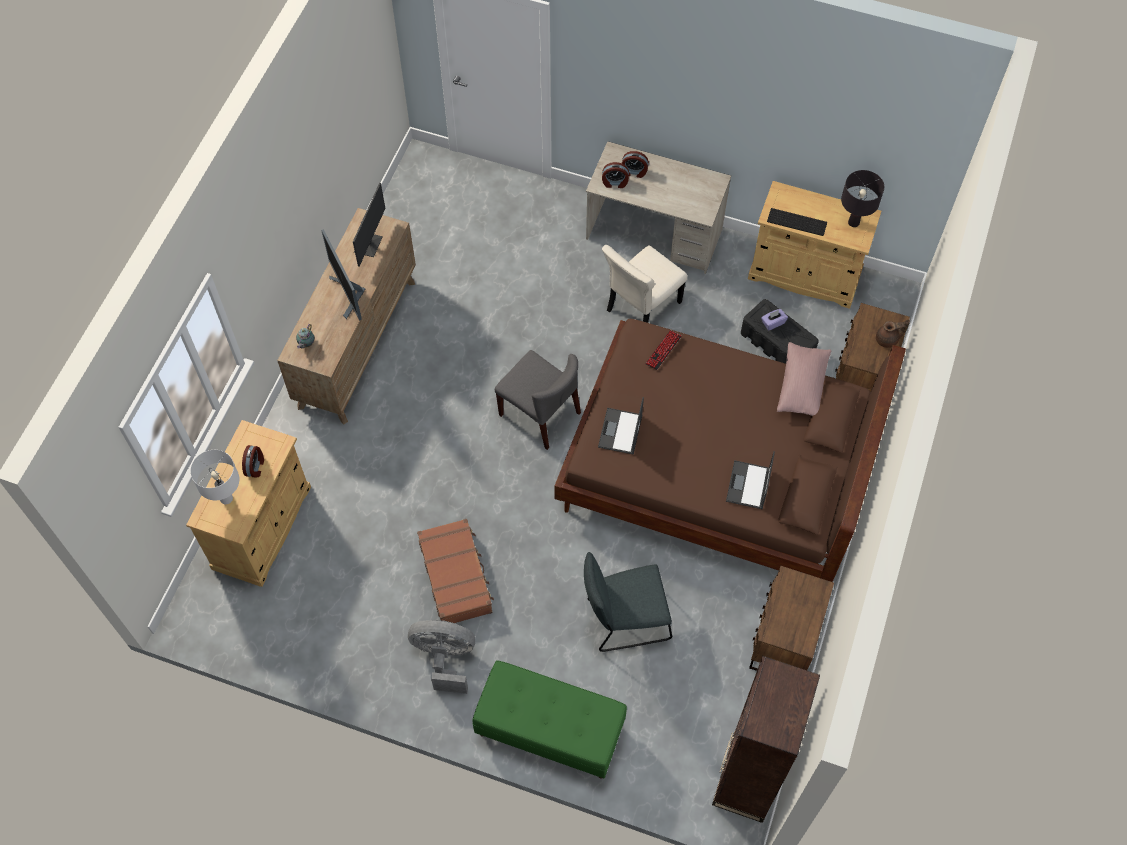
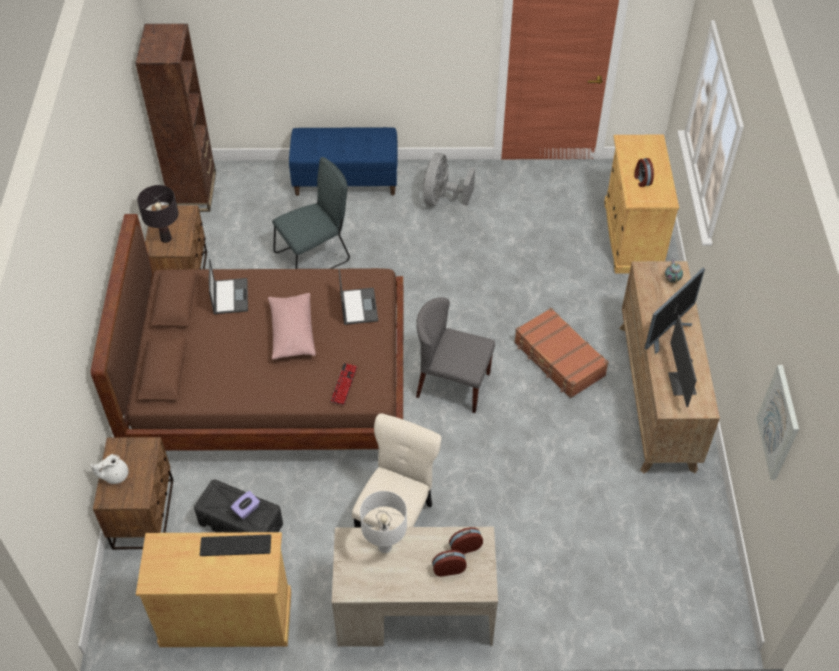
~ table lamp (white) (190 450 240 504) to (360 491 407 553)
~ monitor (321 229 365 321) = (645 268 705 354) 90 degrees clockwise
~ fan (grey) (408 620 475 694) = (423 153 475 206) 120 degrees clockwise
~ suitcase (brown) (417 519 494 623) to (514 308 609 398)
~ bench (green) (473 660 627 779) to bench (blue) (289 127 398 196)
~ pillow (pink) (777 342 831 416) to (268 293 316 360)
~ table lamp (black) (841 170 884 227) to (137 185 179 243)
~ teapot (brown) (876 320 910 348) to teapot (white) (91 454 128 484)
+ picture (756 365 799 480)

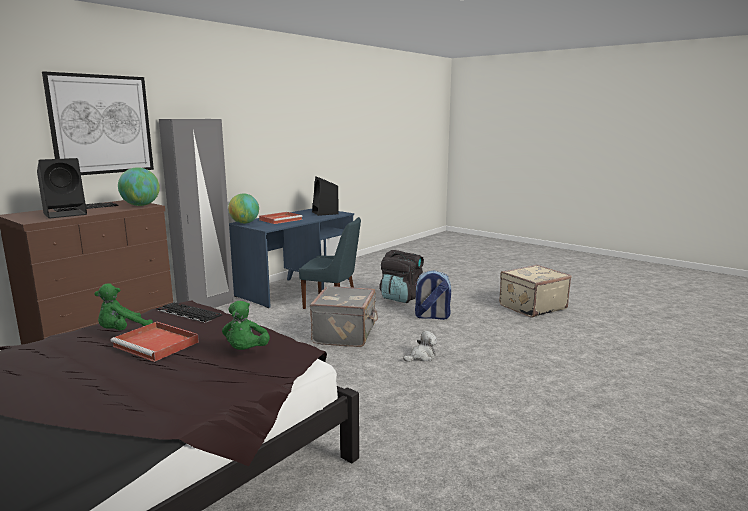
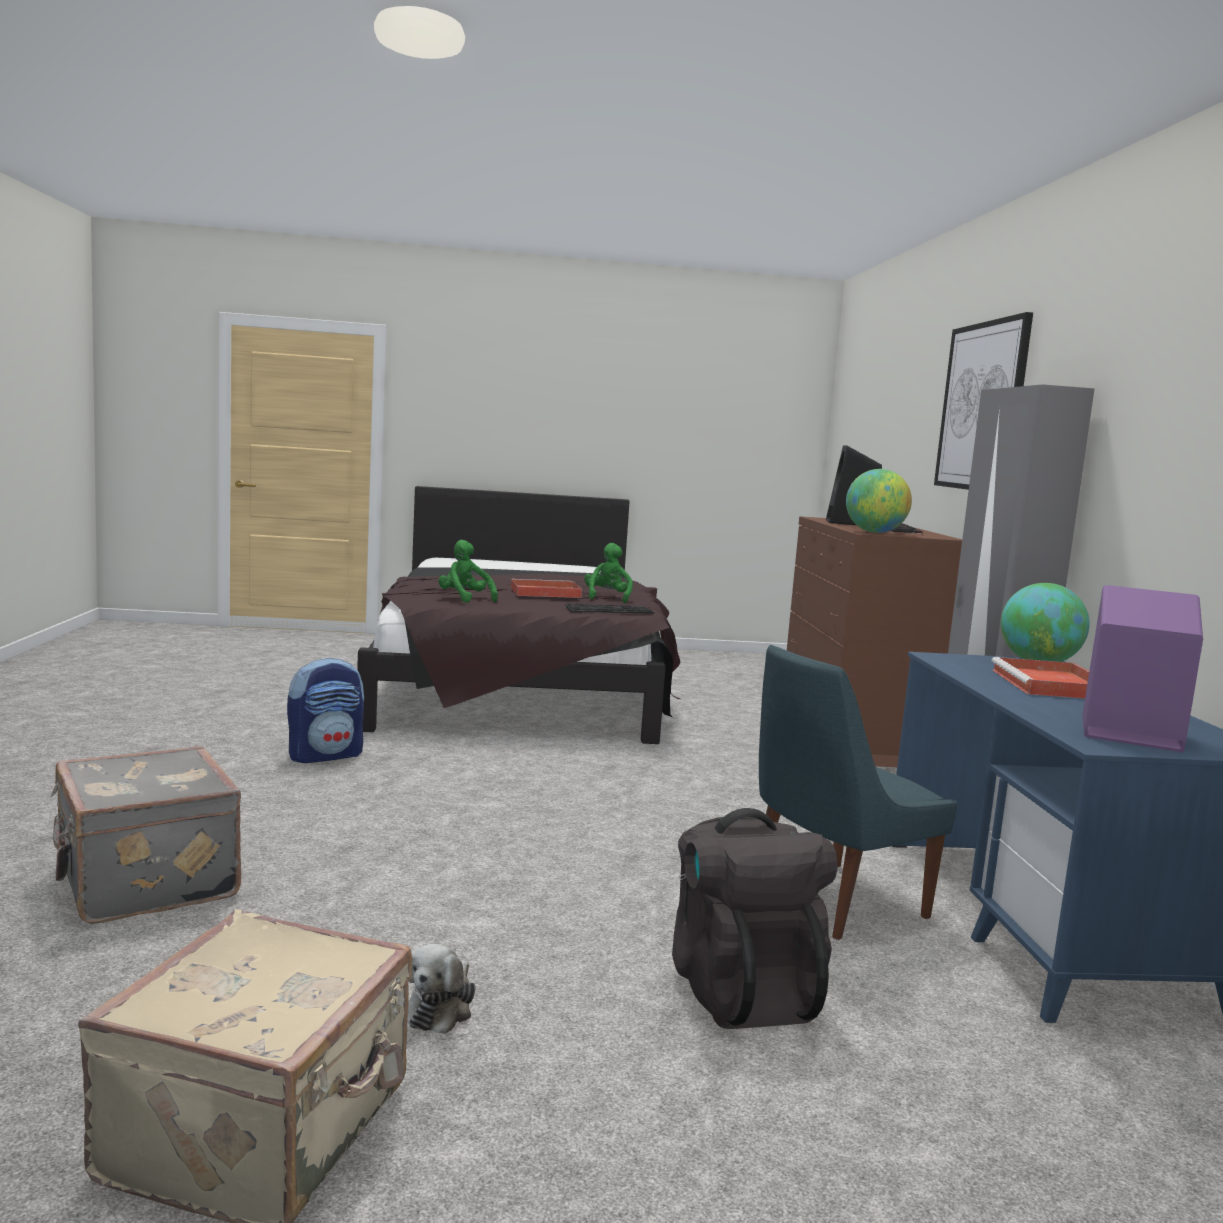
~ suitcase (grey) (310 286 378 347) to (51 746 241 924)
~ speaker (black) (312 176 339 216) to speaker (purple) (1082 585 1203 752)
~ plush toy (403 331 437 362) to (407 944 476 1034)
~ backpack (415 271 451 320) to (287 657 364 763)

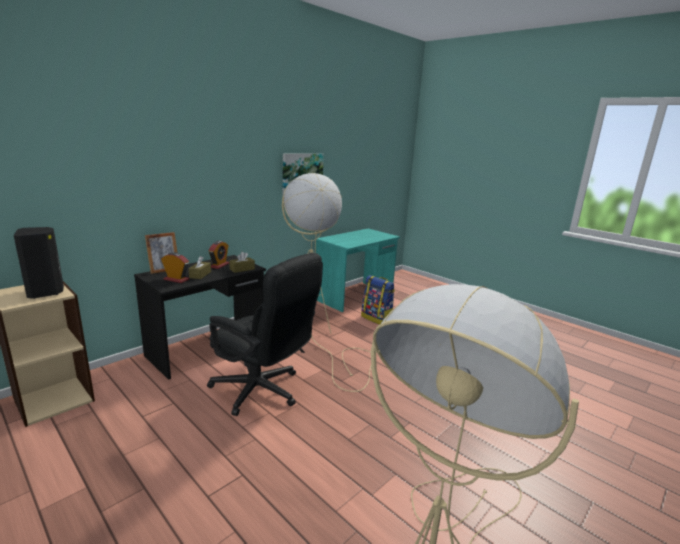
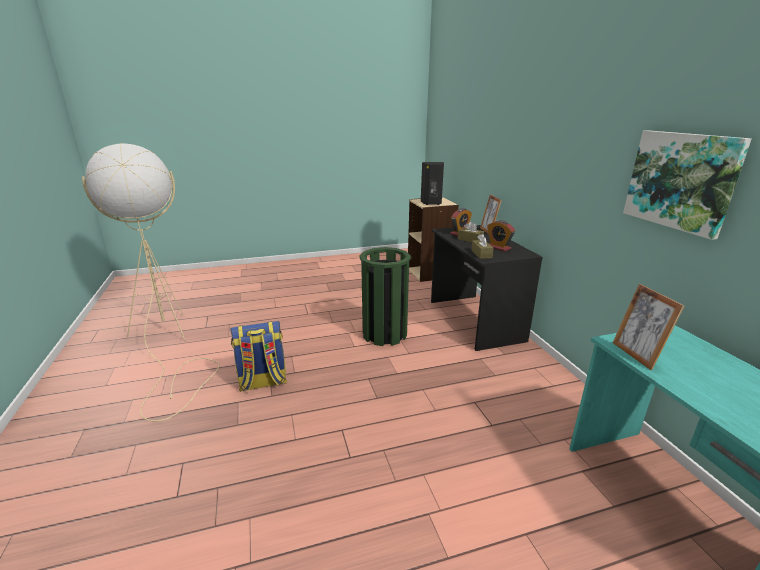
~ office chair (black) (207 253 323 416) to trash can (green) (360 247 411 346)
- floor lamp (beige) (282 173 371 392)
~ backpack (361 275 395 325) to (230 321 287 392)
+ picture frame (613 284 684 370)

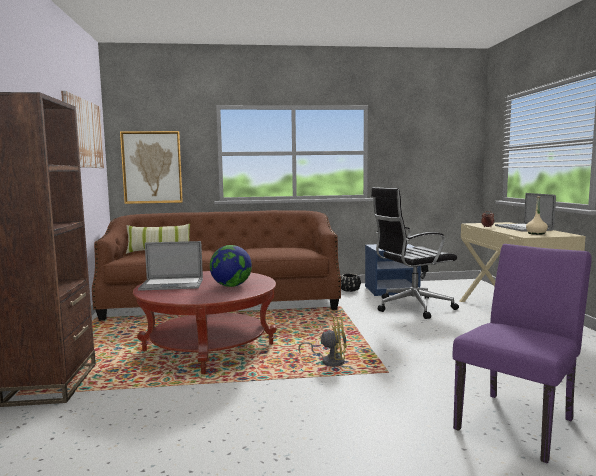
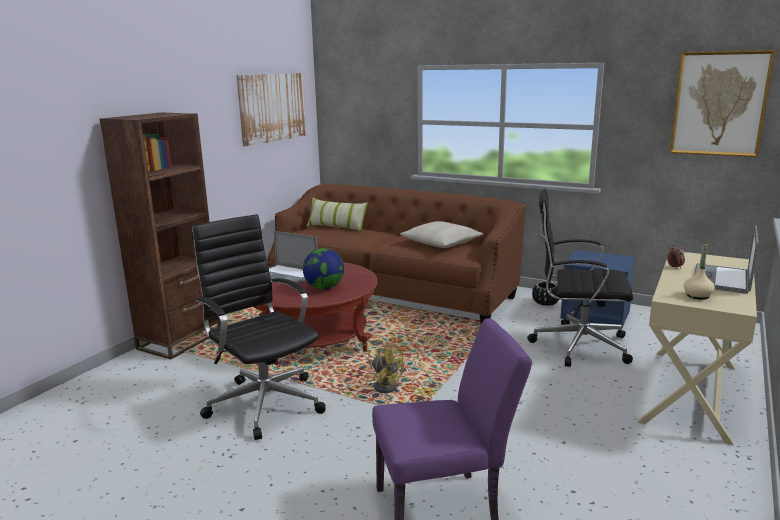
~ picture (120 131 183 204) to (669 50 775 157)
+ office chair (black) (191 214 326 440)
+ pillow (beige) (400 221 483 248)

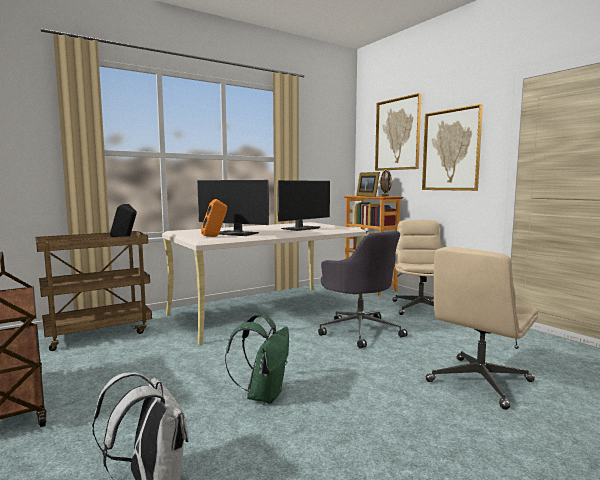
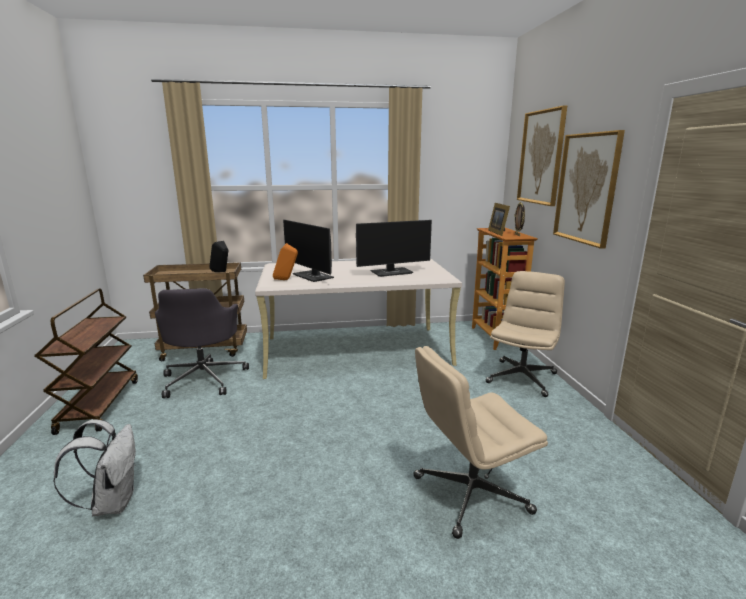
- backpack (green) (225 314 289 404)
~ office chair (grey) (318 231 408 349) to (155 288 249 398)

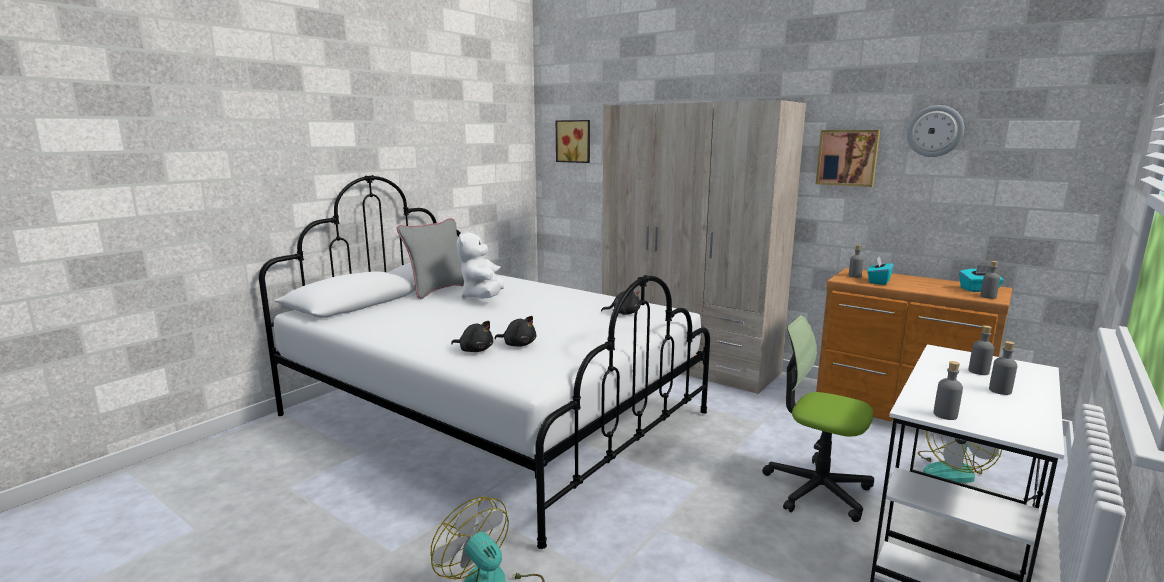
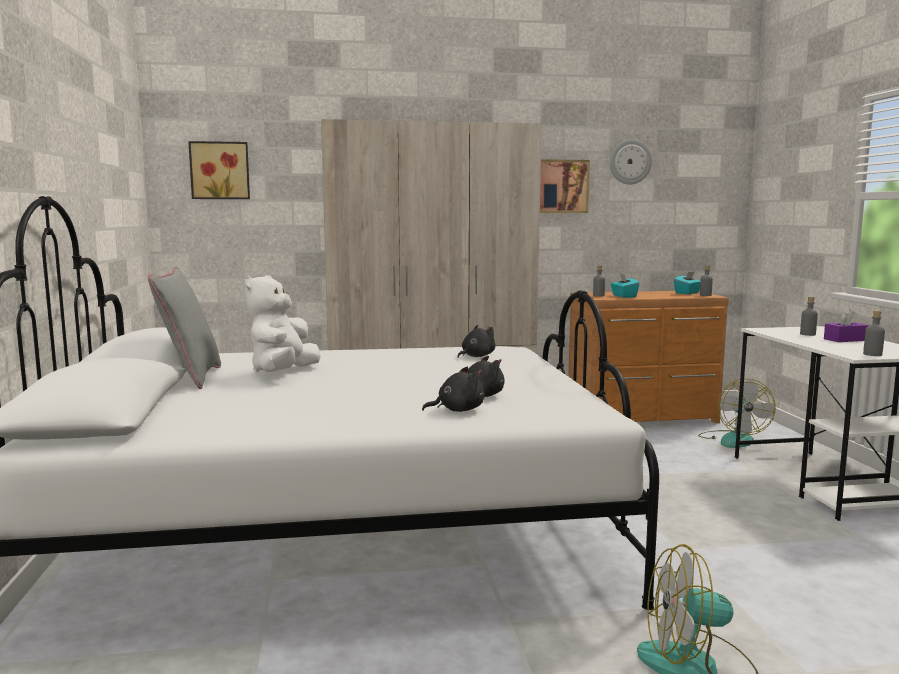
~ plush toy (white) (457 231 504 299) = (245 275 321 372) 60 degrees clockwise
- office chair (762 315 874 522)
~ bottle (grey) (989 341 1017 395) to tissue box (purple) (824 309 869 342)

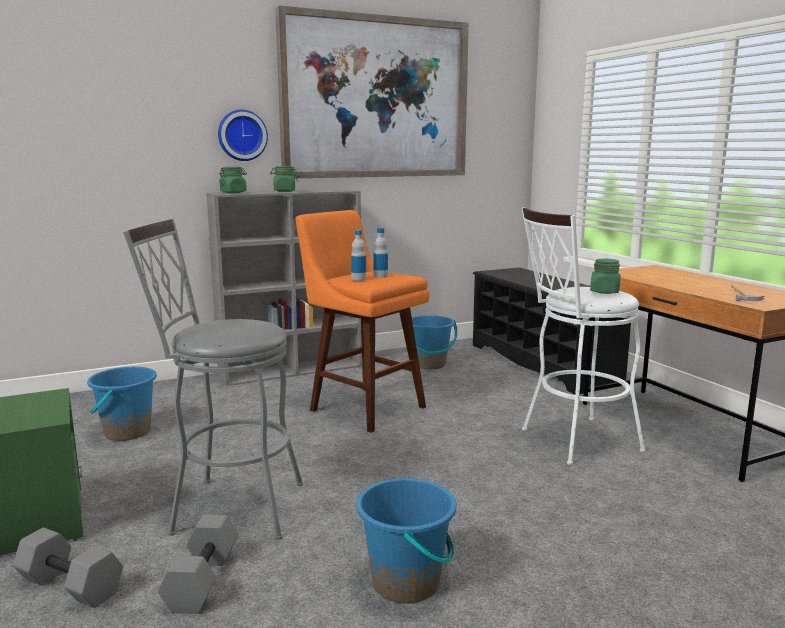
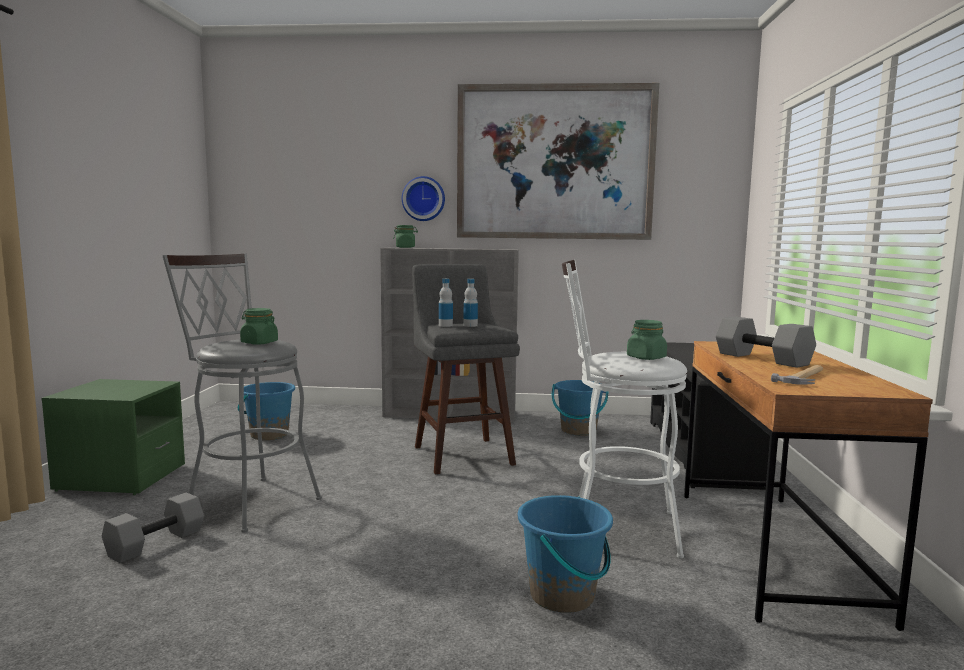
~ dumbbell (grey) (13 527 123 608) to (716 317 816 368)
~ jar (green) (270 166 298 192) to (240 308 278 345)
~ stool (orange) (296 210 430 433) to stool (grey) (412 264 520 474)
~ bucket (blue) (356 477 456 604) to (518 495 613 613)

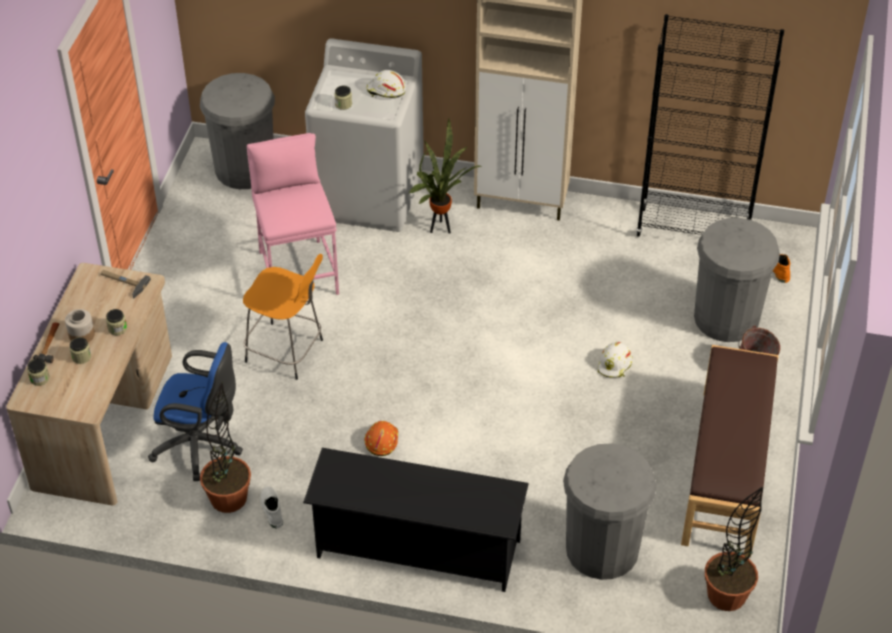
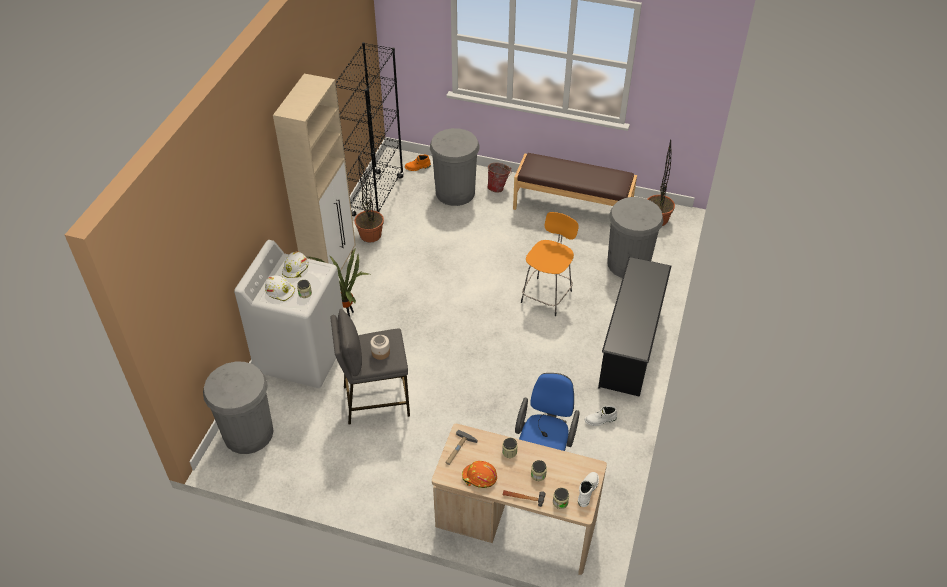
~ jar (65 309 95 342) to (370 335 390 360)
~ potted plant (200 382 251 513) to (354 156 384 243)
~ stool (orange) (243 254 323 380) to (521 212 579 316)
~ stool (pink) (247 133 339 295) to stool (grey) (330 309 410 425)
~ hard hat (orange) (364 421 398 456) to (462 461 497 488)
~ hard hat (white) (598 342 632 377) to (265 275 295 301)
+ boot (white) (578 472 599 507)

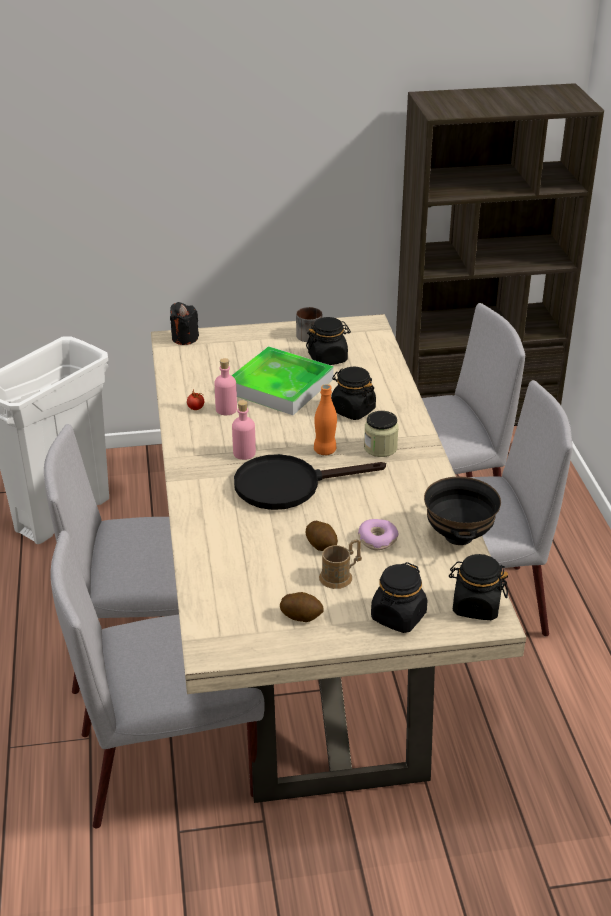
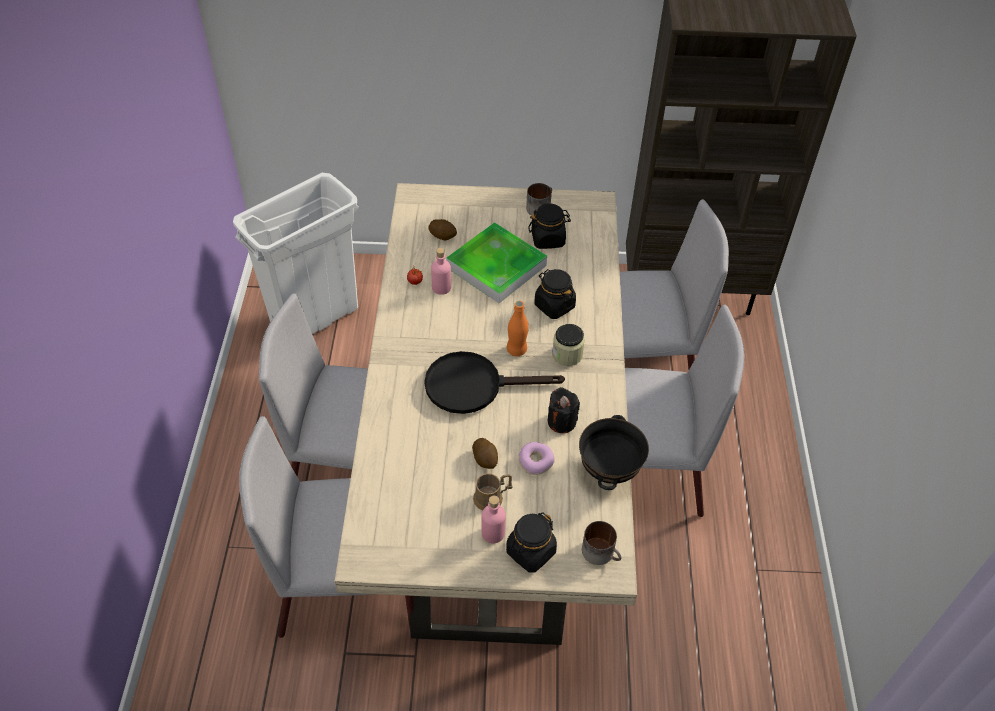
~ candle (black) (170 302 199 345) to (548 387 580 433)
~ bottle (pink) (232 400 256 460) to (481 496 506 543)
~ potato (280 592 324 622) to (429 219 457 240)
~ jar (black) (449 554 508 620) to mug (582 521 622 565)

